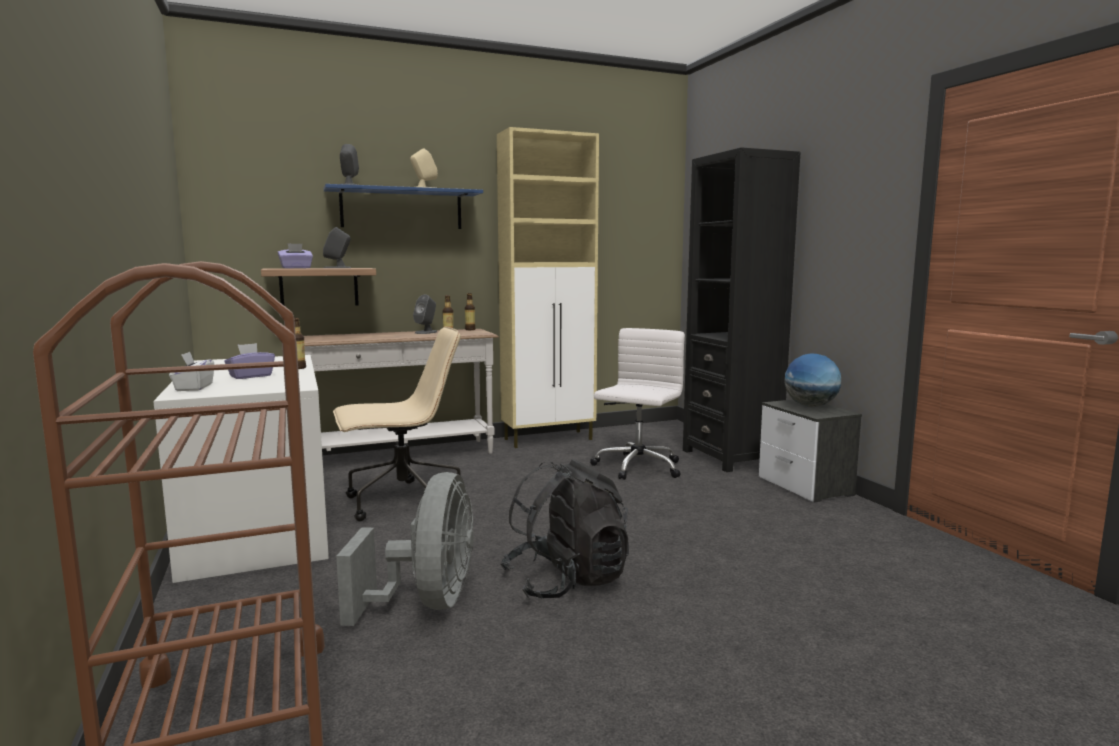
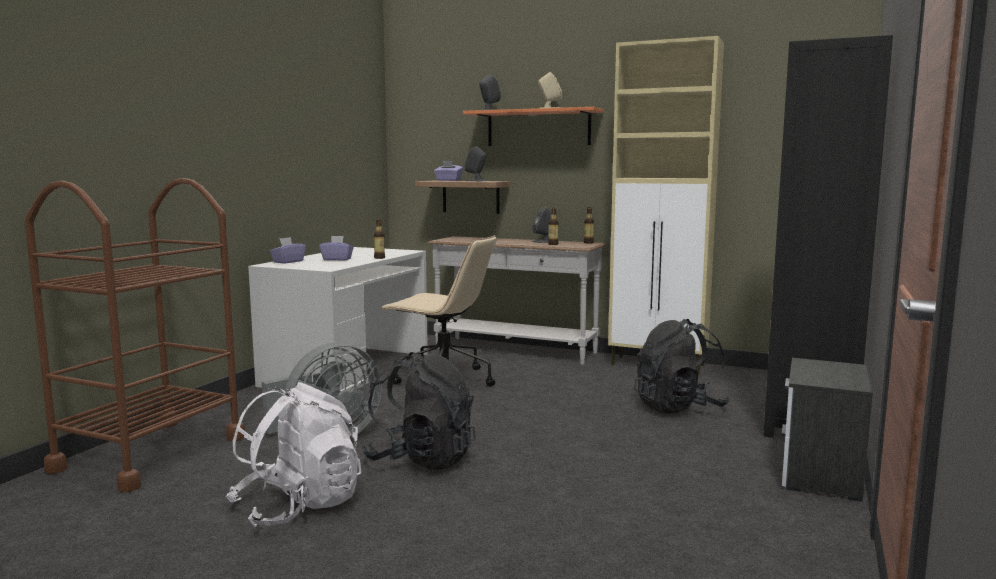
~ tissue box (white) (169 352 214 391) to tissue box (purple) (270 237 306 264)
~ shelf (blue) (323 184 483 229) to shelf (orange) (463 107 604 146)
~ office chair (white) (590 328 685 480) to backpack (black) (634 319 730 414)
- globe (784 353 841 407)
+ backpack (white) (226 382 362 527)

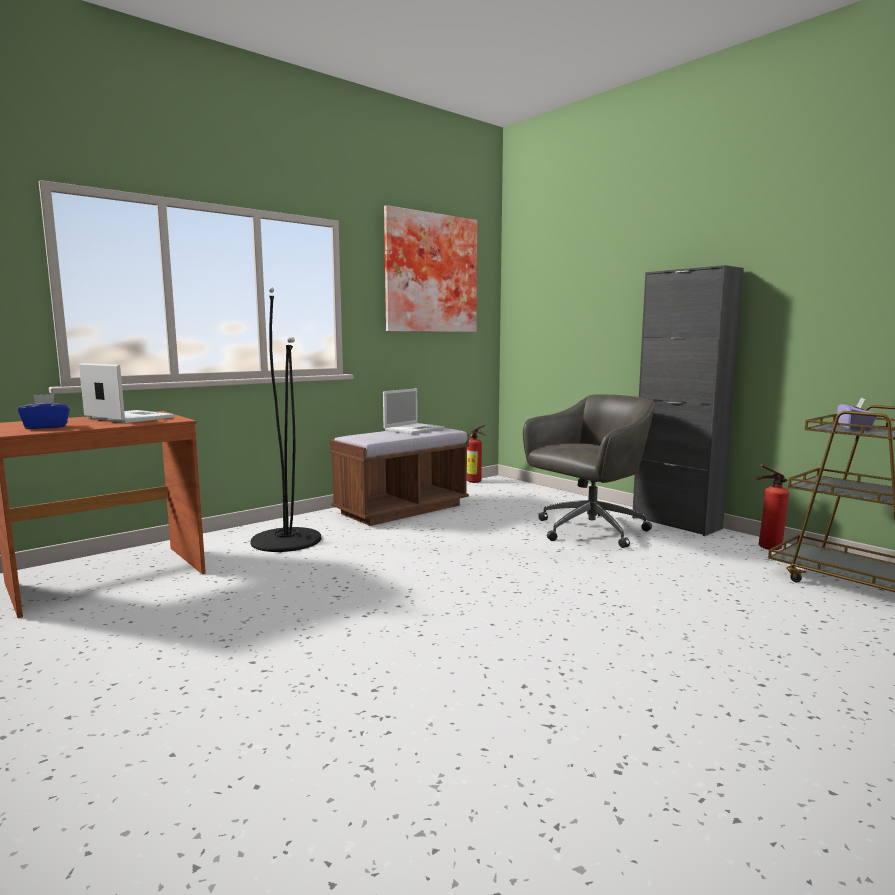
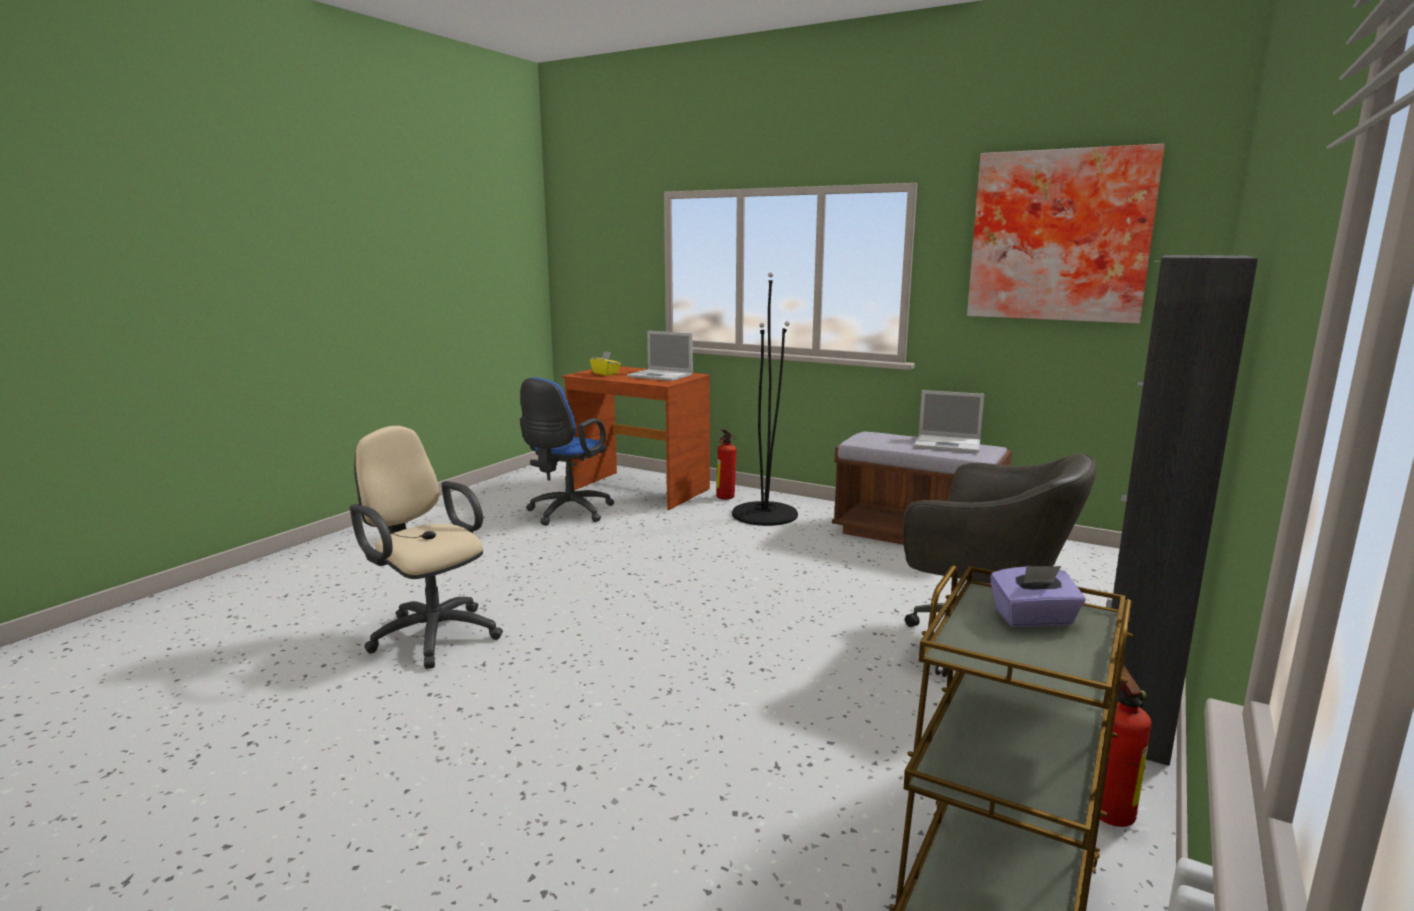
~ tissue box (blue) (17 394 70 429) to tissue box (yellow) (590 351 621 376)
~ laptop (79 363 174 423) = (627 331 693 381) 105 degrees clockwise
~ fire extinguisher (467 425 486 483) to (716 428 737 500)
+ office chair (beige) (350 426 503 669)
+ office chair (blue) (520 377 614 525)

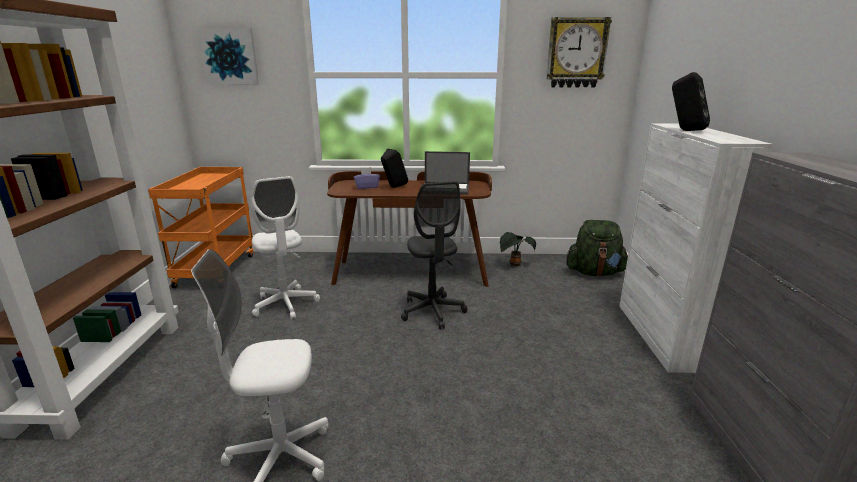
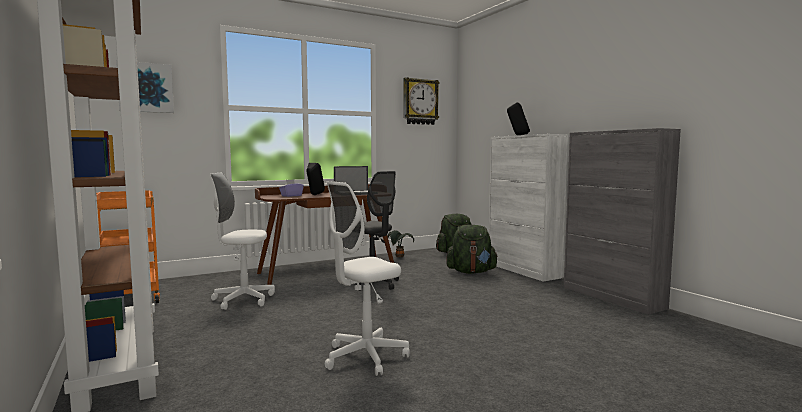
~ office chair (white) (251 176 320 320) = (210 173 275 310) 150 degrees clockwise
+ backpack (green) (446 225 499 274)

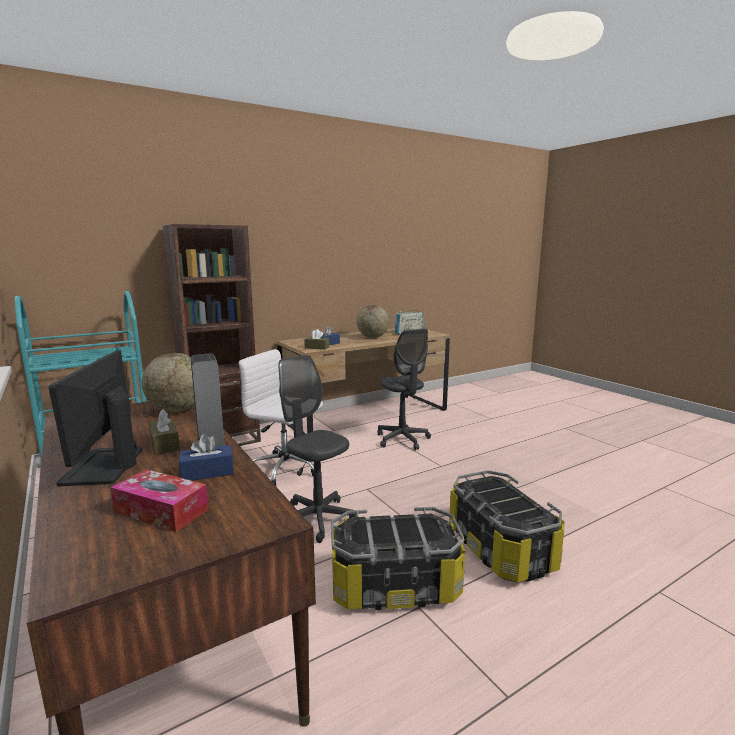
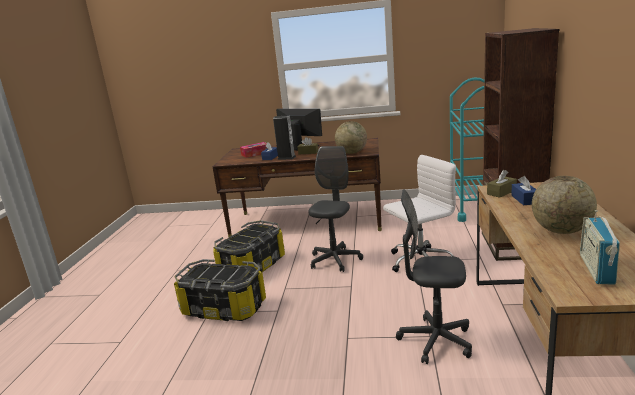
~ office chair (grey) (278 355 357 543) = (308 146 363 272) 60 degrees counterclockwise

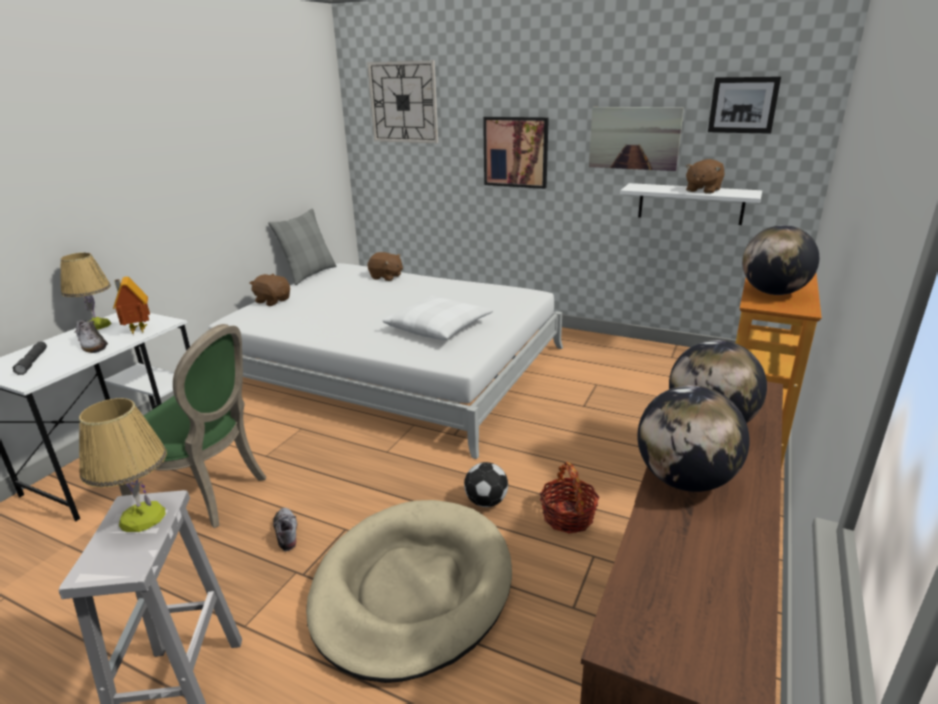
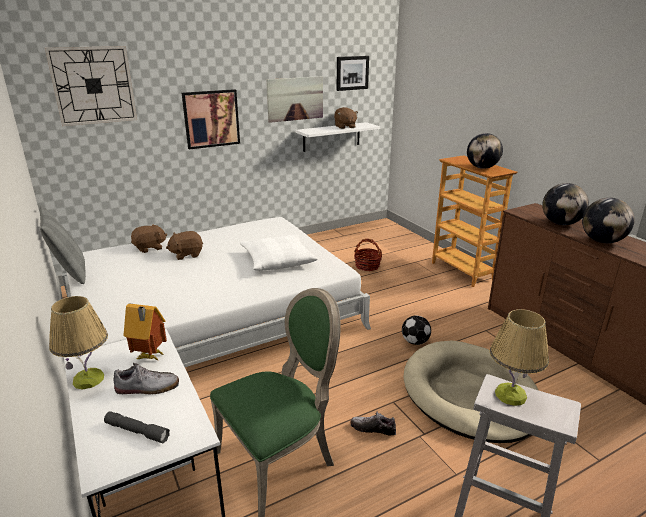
~ plush toy (brown) (249 274 290 306) to (166 231 203 260)
~ basket (540 462 600 534) to (354 239 382 271)

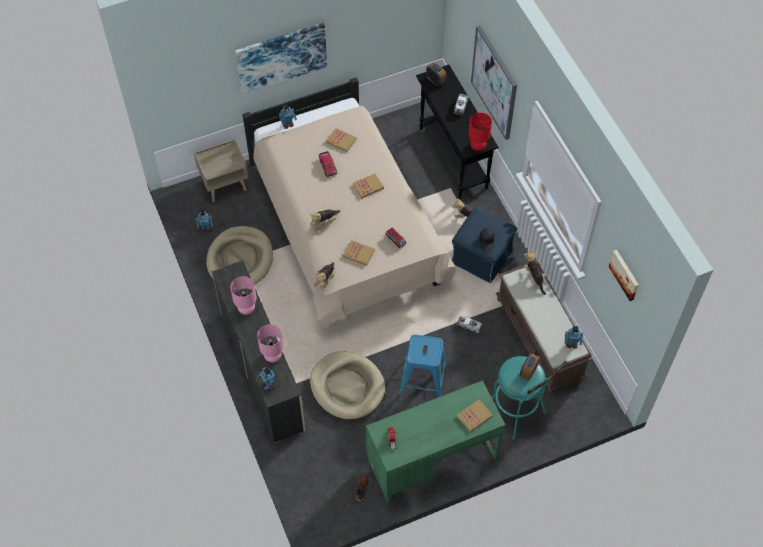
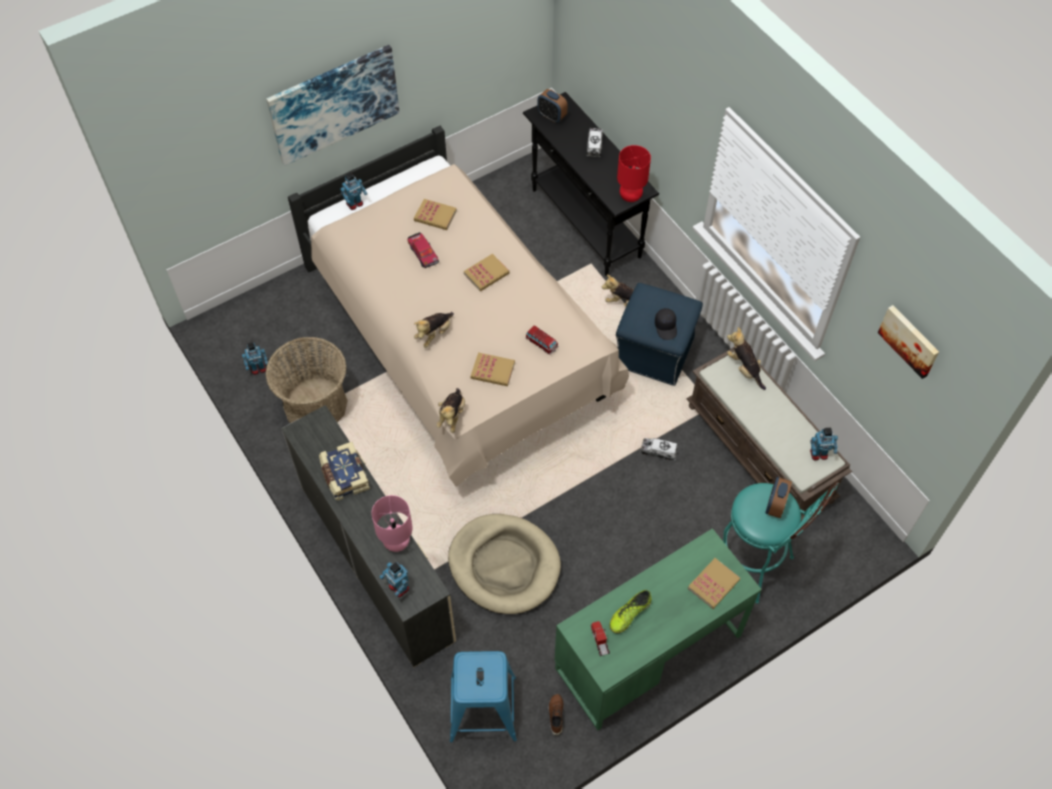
- nightstand (beige) (194 139 249 202)
~ dog bed (beige) (206 226 273 284) to basket (266 337 348 423)
~ table lamp (pink) (230 276 257 315) to book (319 442 370 501)
~ stool (blue) (399 335 447 397) to (450 651 517 743)
- picture (471 25 517 140)
+ shoe (609 590 651 633)

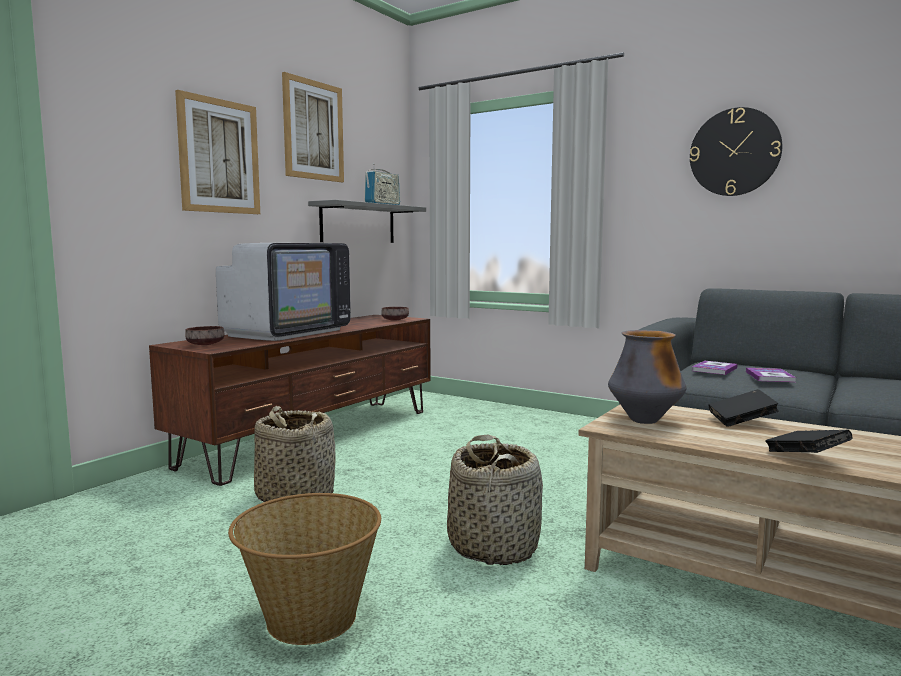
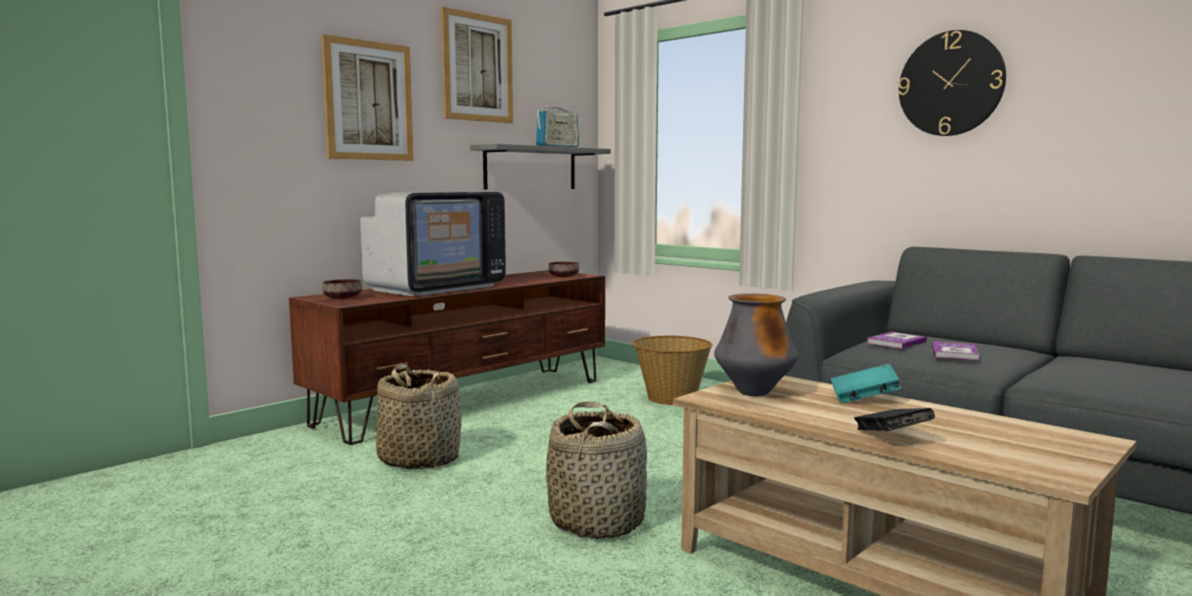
~ basket (228 493 381 645) to (632 336 712 405)
~ book (black) (709 389 779 427) to book (turquoise) (831 364 901 403)

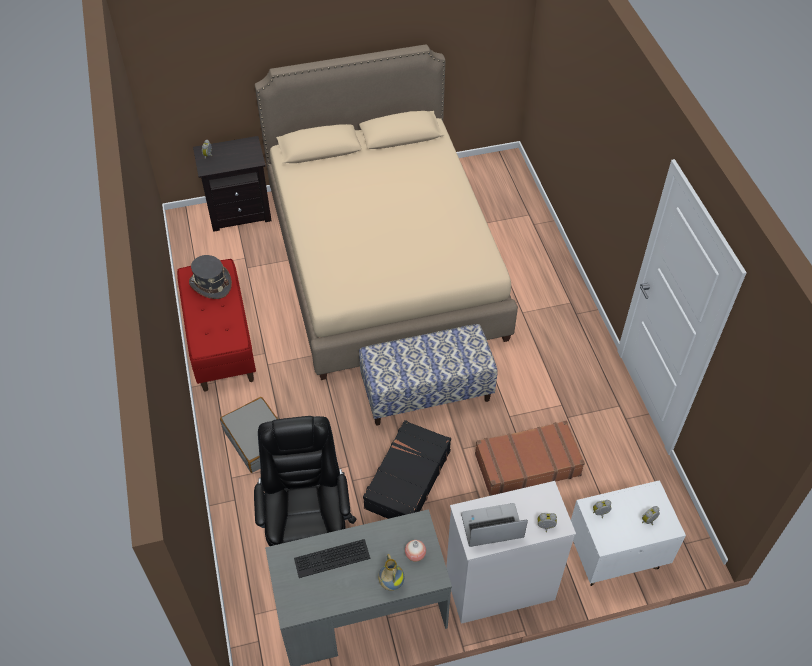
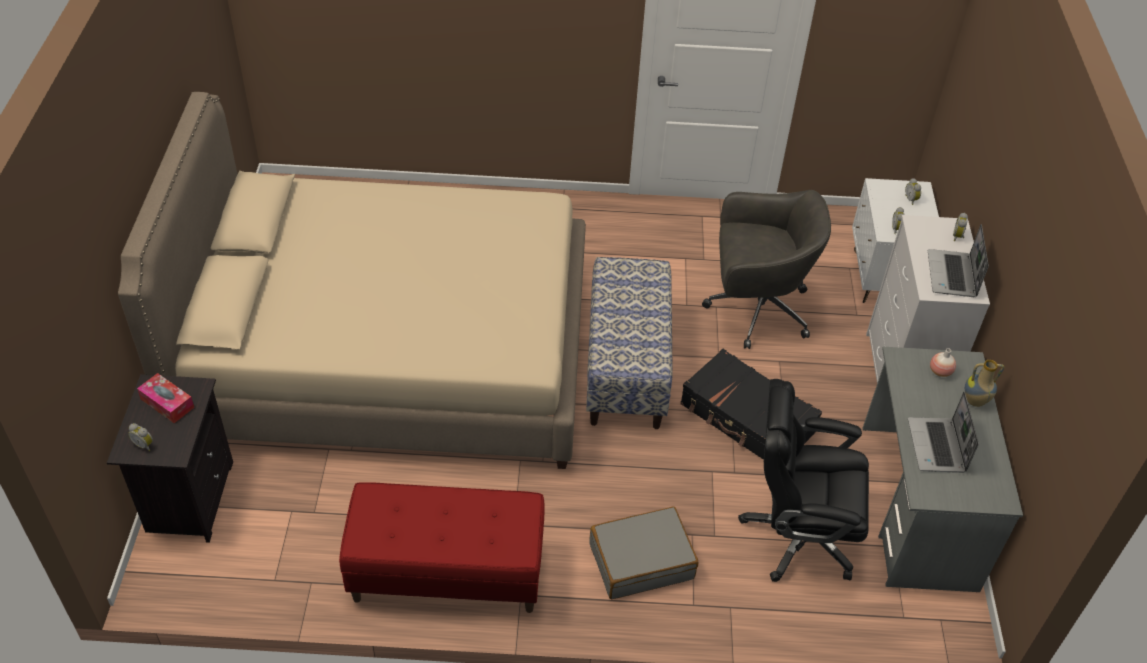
- hat (grey) (189 255 232 299)
~ keyboard (294 539 370 578) to laptop (908 391 979 473)
~ suitcase (brown) (475 420 585 496) to office chair (grey) (702 190 831 349)
+ tissue box (137 373 195 423)

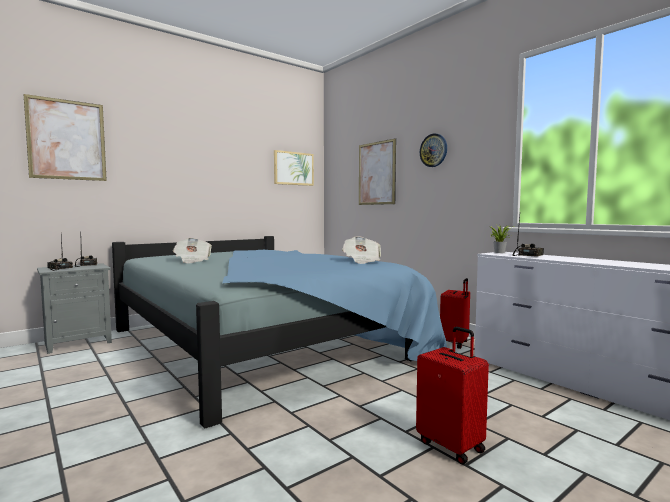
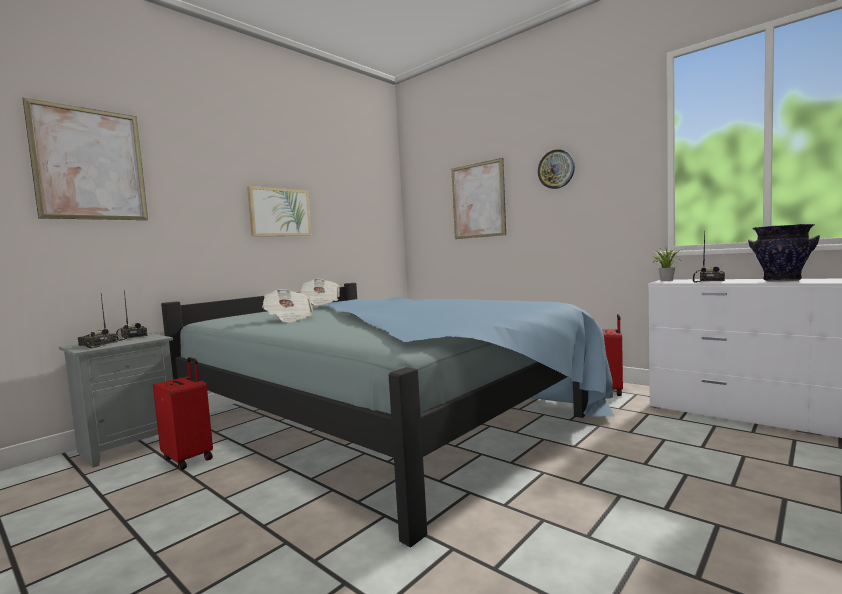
~ picture (274 150 314 186) to (247 186 312 236)
~ newspaper (342 236 381 264) to (300 279 340 305)
~ suitcase (red) (416 326 489 464) to (153 357 213 470)
+ vase (748 224 820 281)

